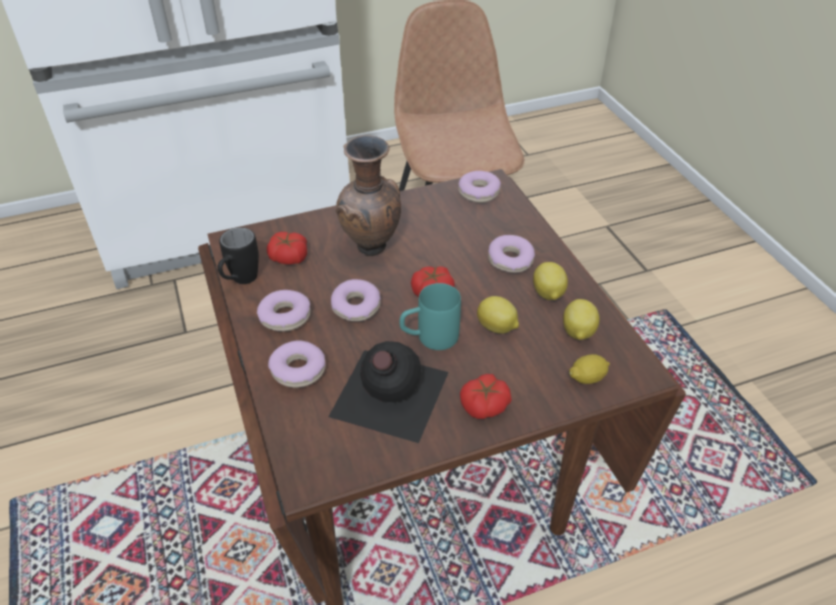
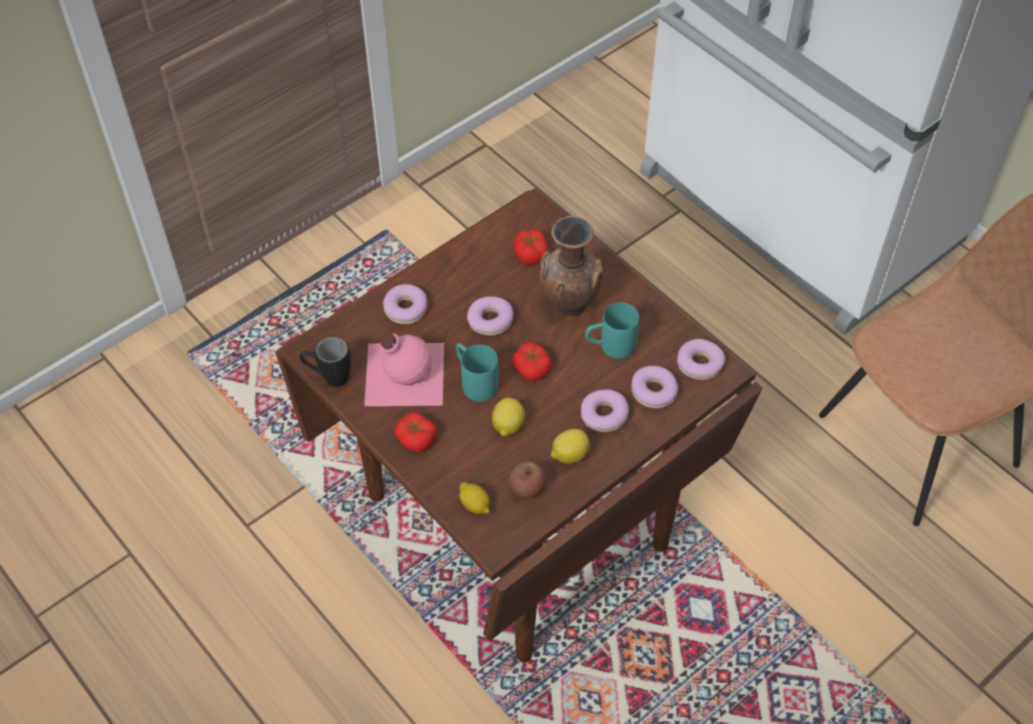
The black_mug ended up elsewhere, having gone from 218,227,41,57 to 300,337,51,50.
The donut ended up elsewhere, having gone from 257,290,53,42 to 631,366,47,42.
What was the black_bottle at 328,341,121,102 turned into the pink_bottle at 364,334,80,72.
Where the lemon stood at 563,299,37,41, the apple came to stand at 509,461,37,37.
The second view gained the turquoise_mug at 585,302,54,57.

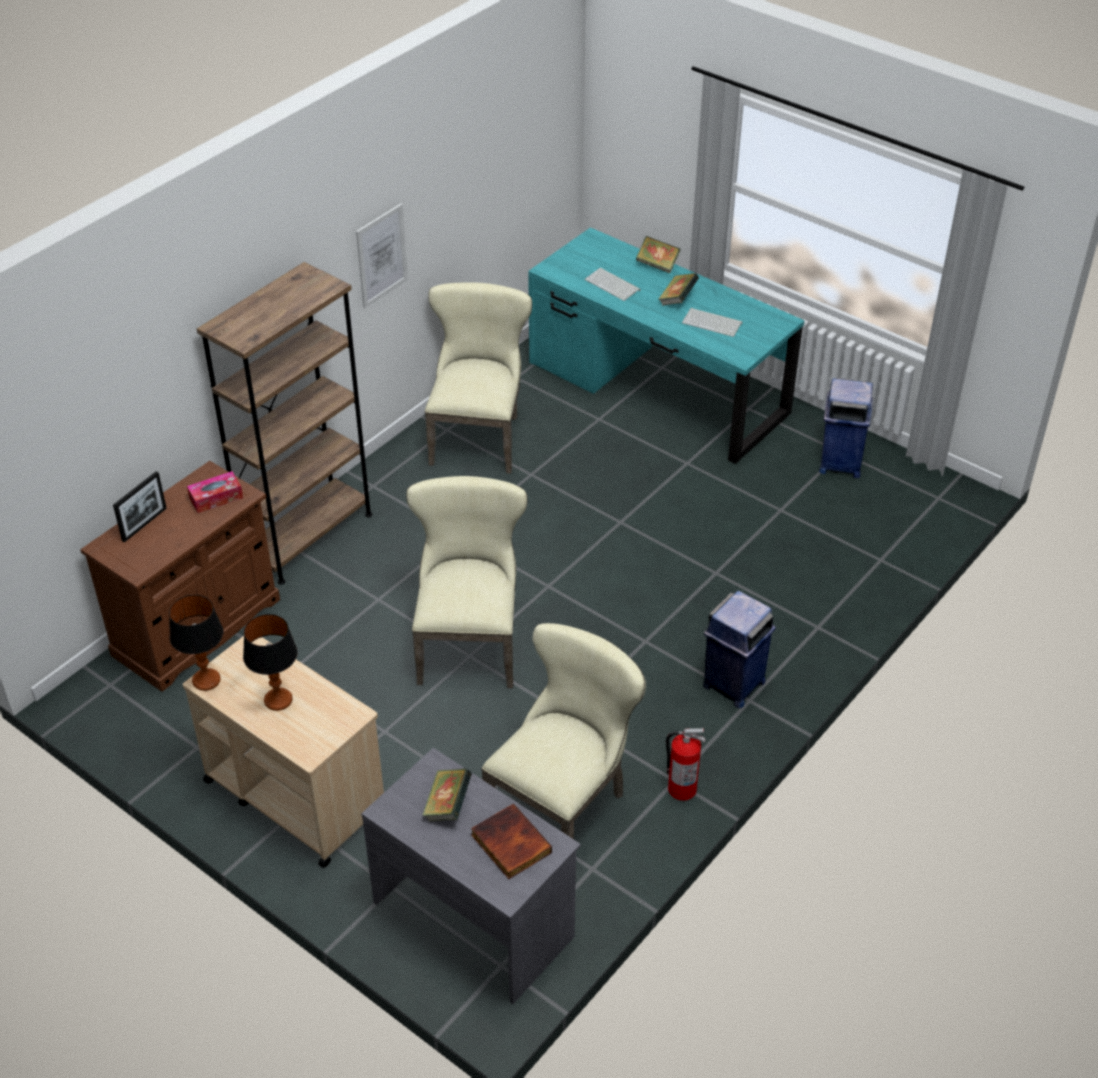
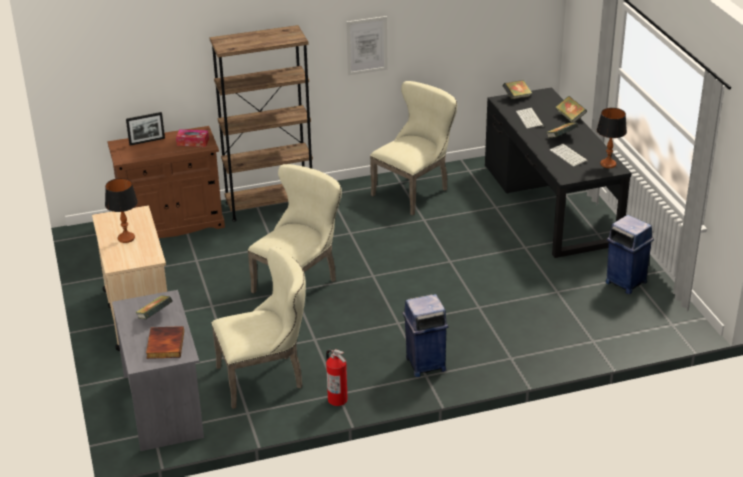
The table_lamp ended up elsewhere, having gone from 169,595,54,96 to 597,108,30,60.
What was the turquoise_desk at 528,227,277,237 turned into the black_desk at 485,87,146,171.
The second view gained the book at 503,80,29,19.

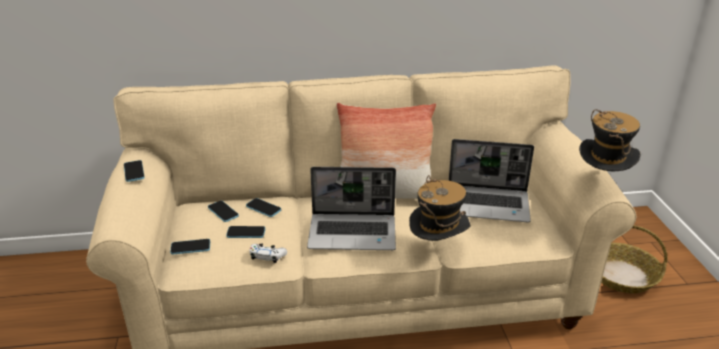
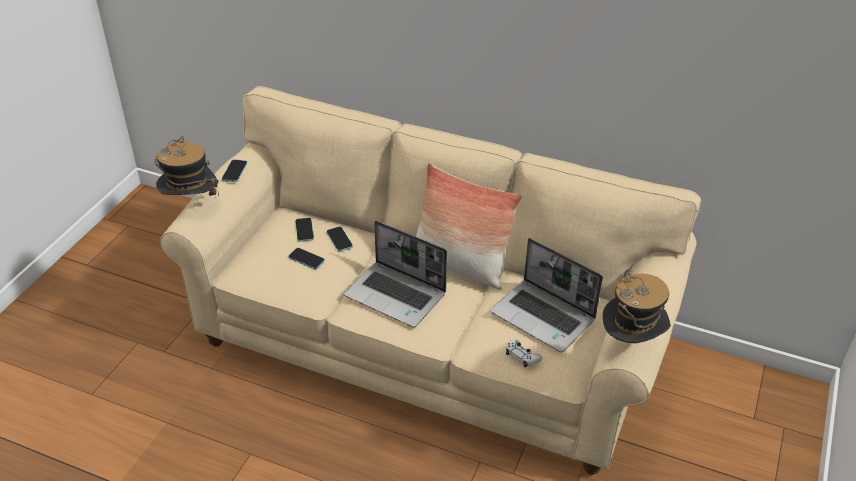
The second view lost the phone at 170,239,40,15.
The white_game_controller ended up elsewhere, having gone from 249,243,38,20 to 506,339,36,28.
The hat ended up elsewhere, having gone from 409,175,62,66 to 154,135,65,61.
The second view lost the basket at 601,225,66,68.

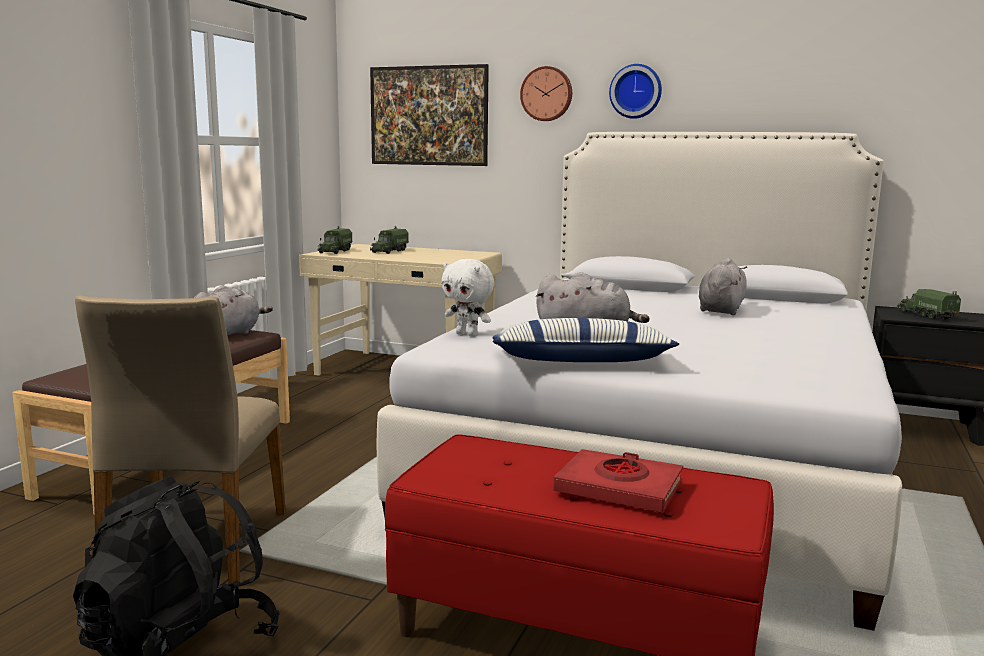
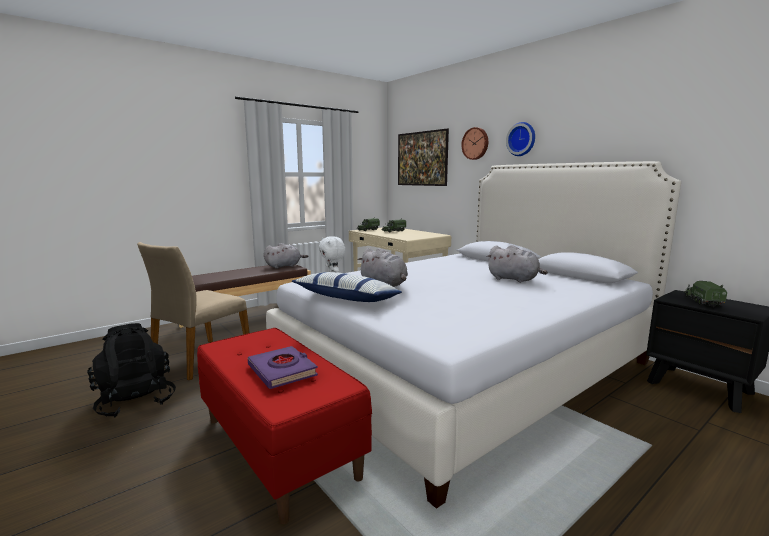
What was the red_book at 553,449,130,64 turned into the purple_book at 248,346,70,43.
The grey_plush_toy at 699,258,48,57 ended up facing another way, 75 degrees clockwise from before.

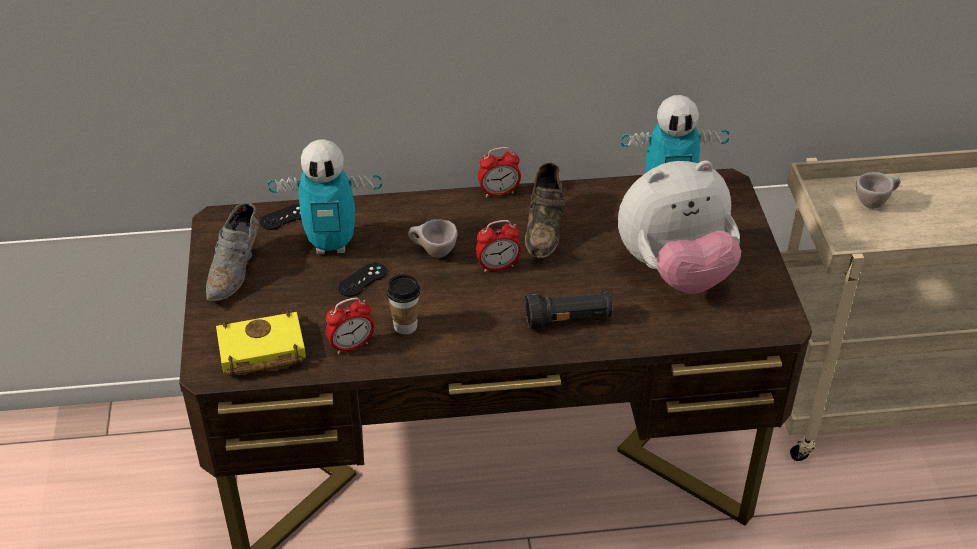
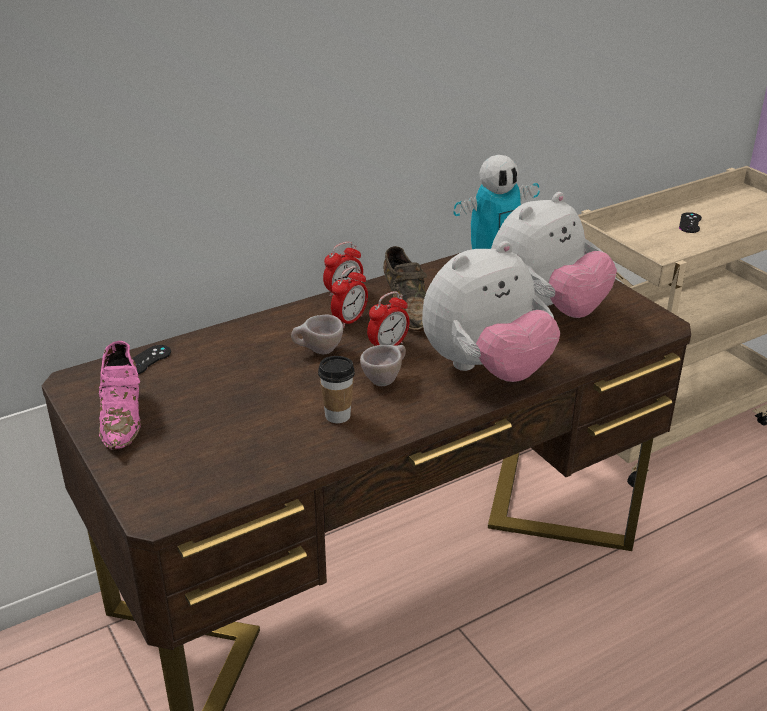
What was the grey_shoe at 206,202,54,100 turned into the pink_shoe at 99,341,42,109.
The second view lost the yellow_book at 216,309,90,67.
The second view lost the toy_robot at 268,139,114,115.
The alarm_clock ended up elsewhere, having gone from 326,297,48,57 to 331,266,37,62.
The black_game_controller ended up elsewhere, having gone from 338,263,49,34 to 679,212,23,21.
Where the black_flashlight stood at 525,289,88,40, the plush_toy came to stand at 422,241,138,141.
The beige_cup ended up elsewhere, having gone from 856,172,44,37 to 360,345,46,41.

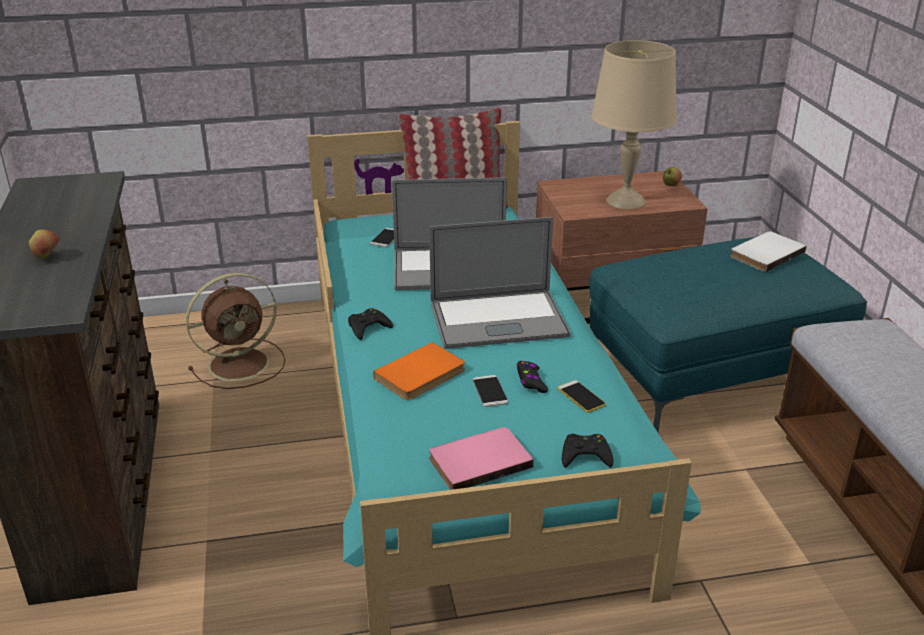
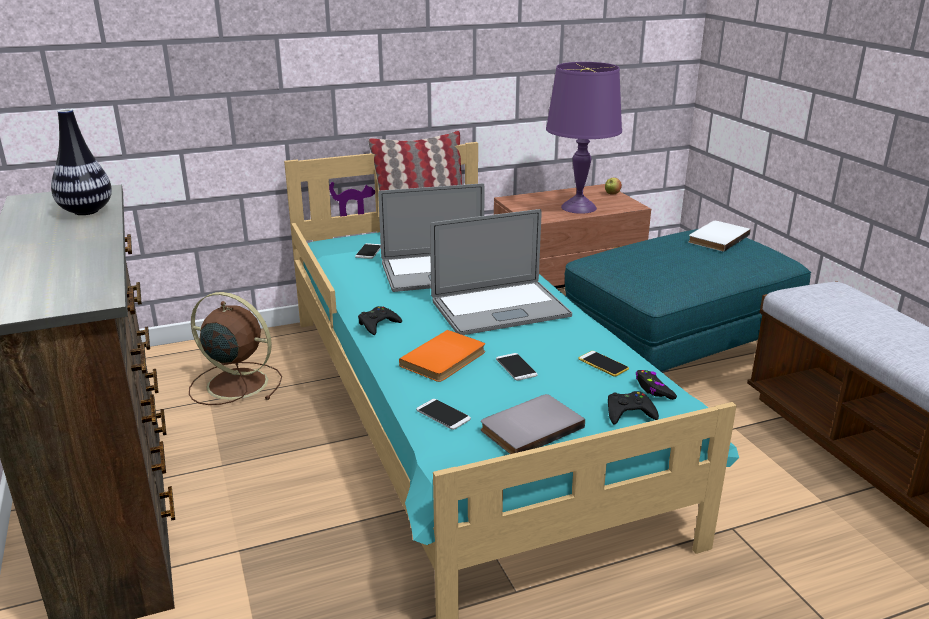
The second view lost the apple at 29,229,30,30.
The brown_fan at 186,273,99,116 ended up facing another way, 120 degrees counterclockwise from before.
What was the pink_book at 429,427,105,63 turned into the grey_book at 481,394,104,60.
The black_game_controller ended up elsewhere, having gone from 517,361,31,32 to 636,370,41,30.
What was the beige_table_lamp at 591,40,86,169 turned into the purple_table_lamp at 546,62,76,152.
The second view gained the vase at 51,109,61,106.
The second view gained the phone at 416,399,55,31.

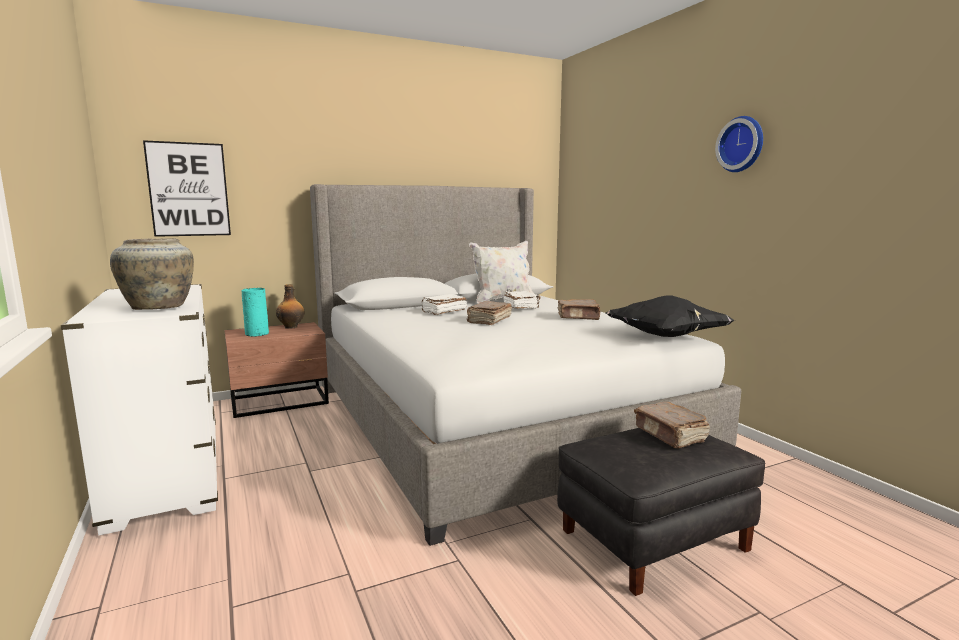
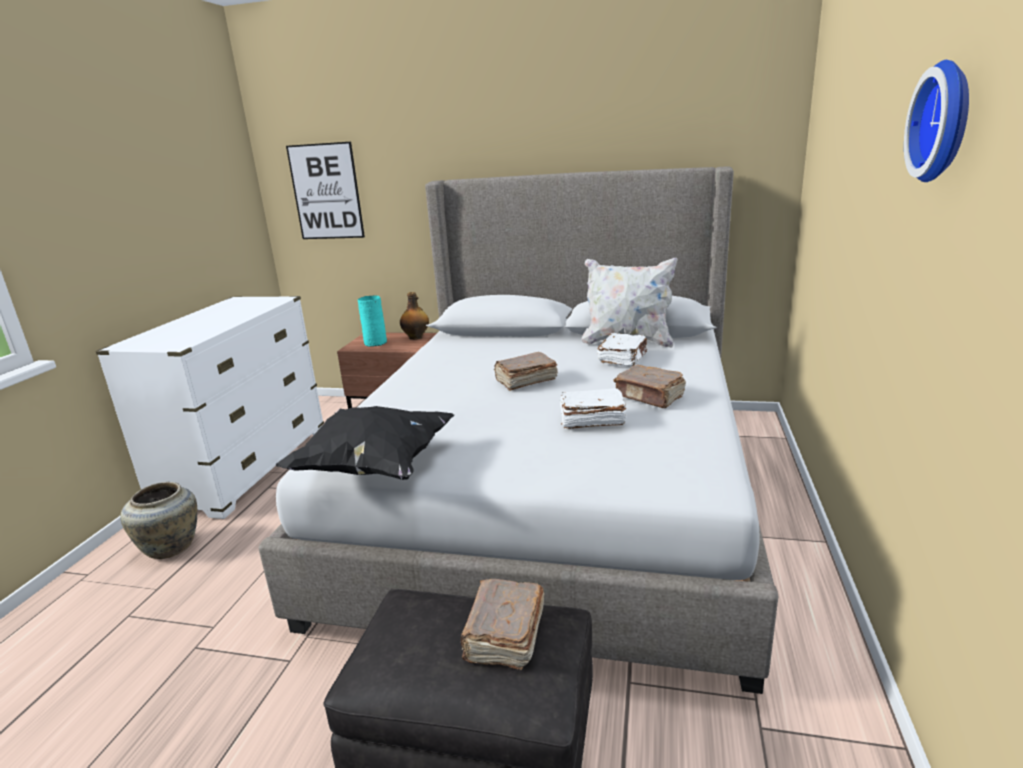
The beige_vase ended up elsewhere, having gone from 110,238,84,72 to 120,482,77,77.
The white_book ended up elsewhere, having gone from 421,294,46,21 to 560,388,67,41.
The black_pillow ended up elsewhere, having gone from 606,295,129,42 to 276,406,178,74.

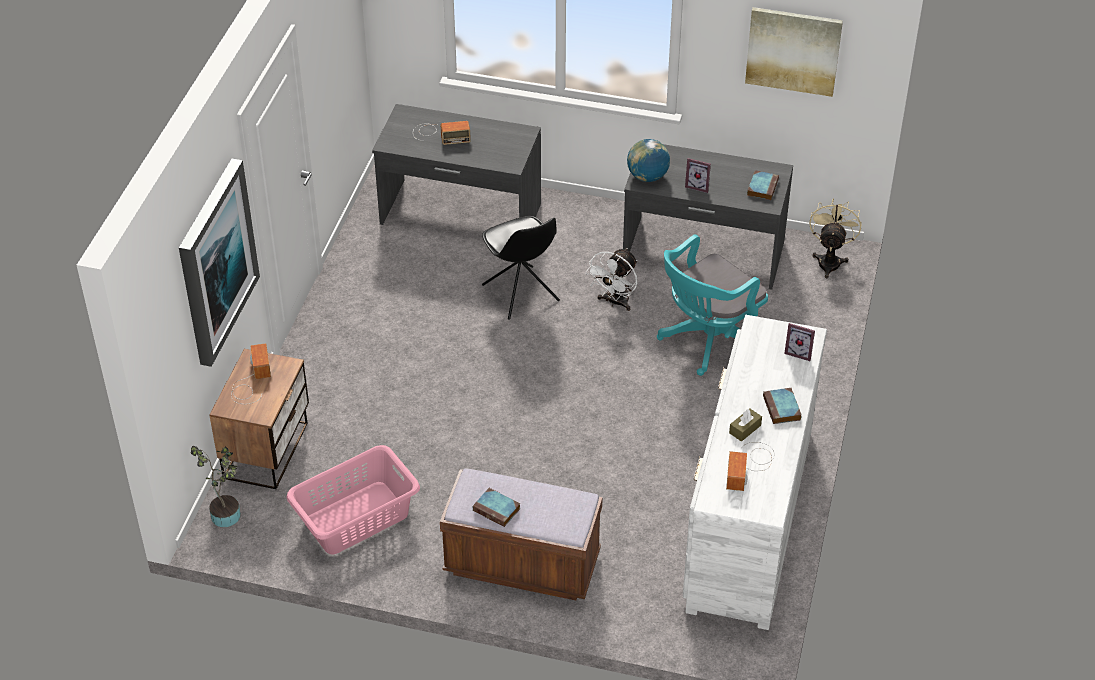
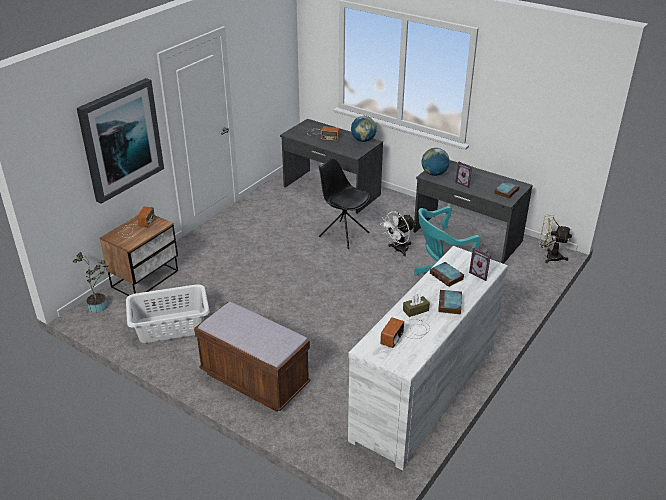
What was the pink_laundry_basket at 286,445,134,110 turned into the white_laundry_basket at 126,284,83,59.
The book ended up elsewhere, having gone from 473,488,47,39 to 430,262,34,25.
The black_chair at 482,216,78,103 ended up facing another way, 135 degrees clockwise from before.
The second view lost the picture at 745,7,98,90.
The beige_fan at 809,198,53,81 ended up facing another way, 105 degrees counterclockwise from before.
The second view gained the globe at 351,116,26,26.

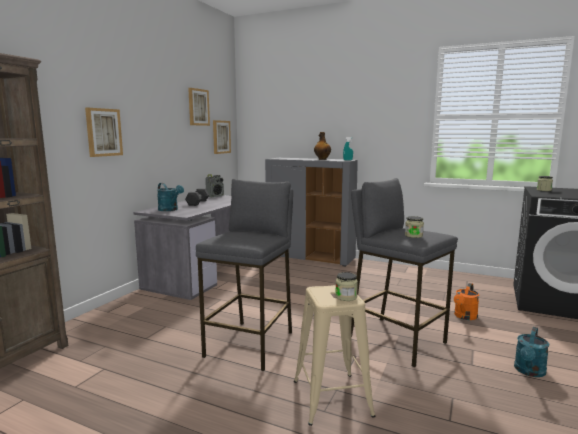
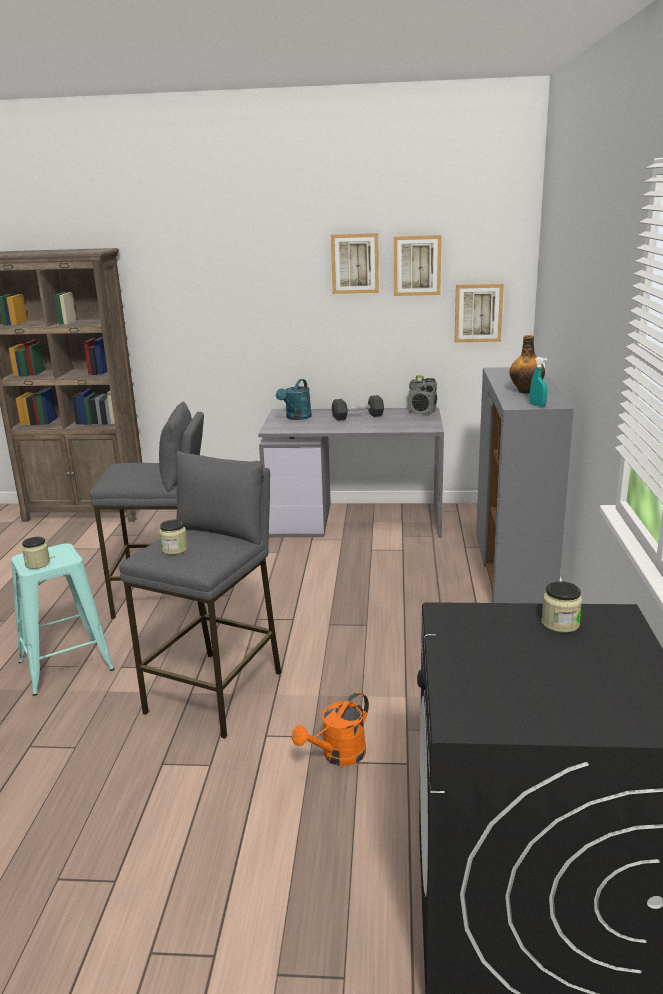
The picture ended up elsewhere, having gone from 85,108,38,49 to 331,233,48,61.
What was the beige_stool at 294,285,81,141 turned into the turquoise_stool at 11,543,103,153.
The orange_watering_can at 454,283,25,37 ended up facing another way, 60 degrees counterclockwise from before.
The second view lost the turquoise_watering_can at 514,327,35,50.

